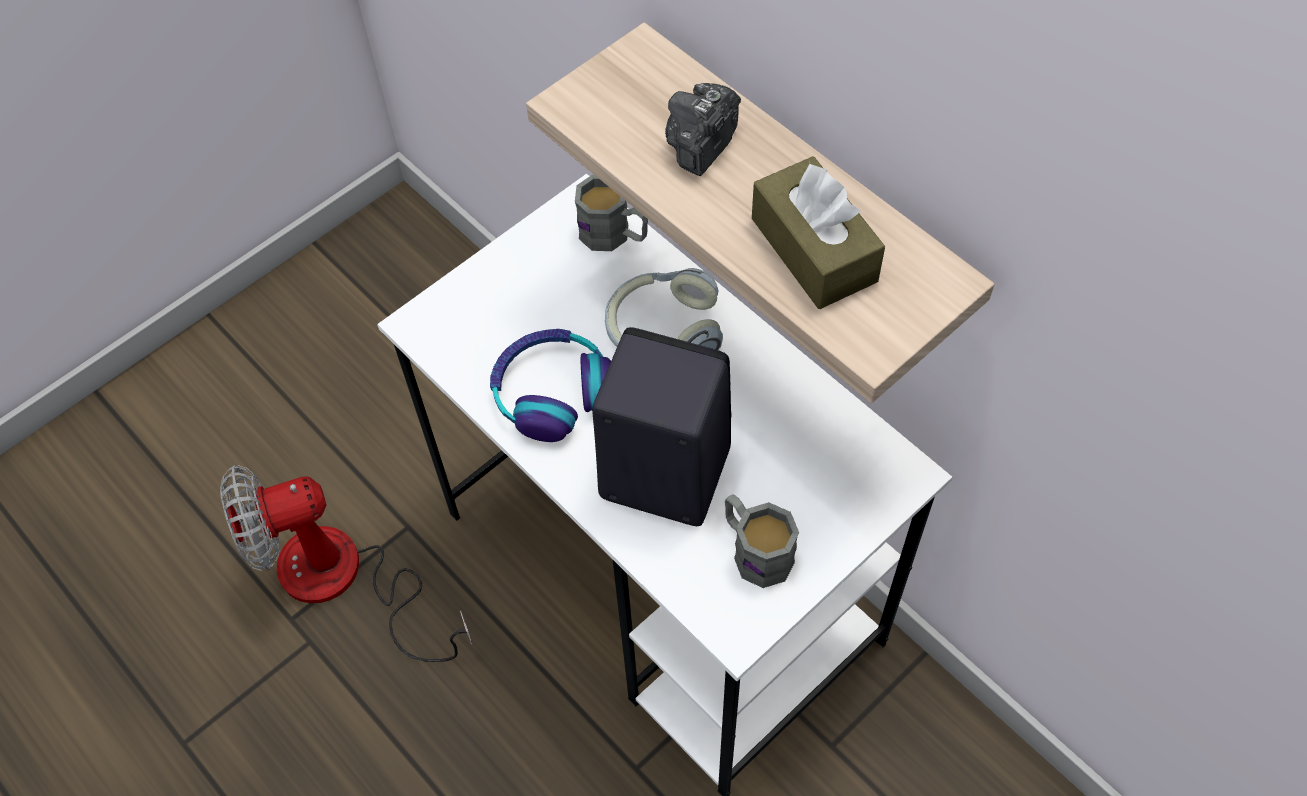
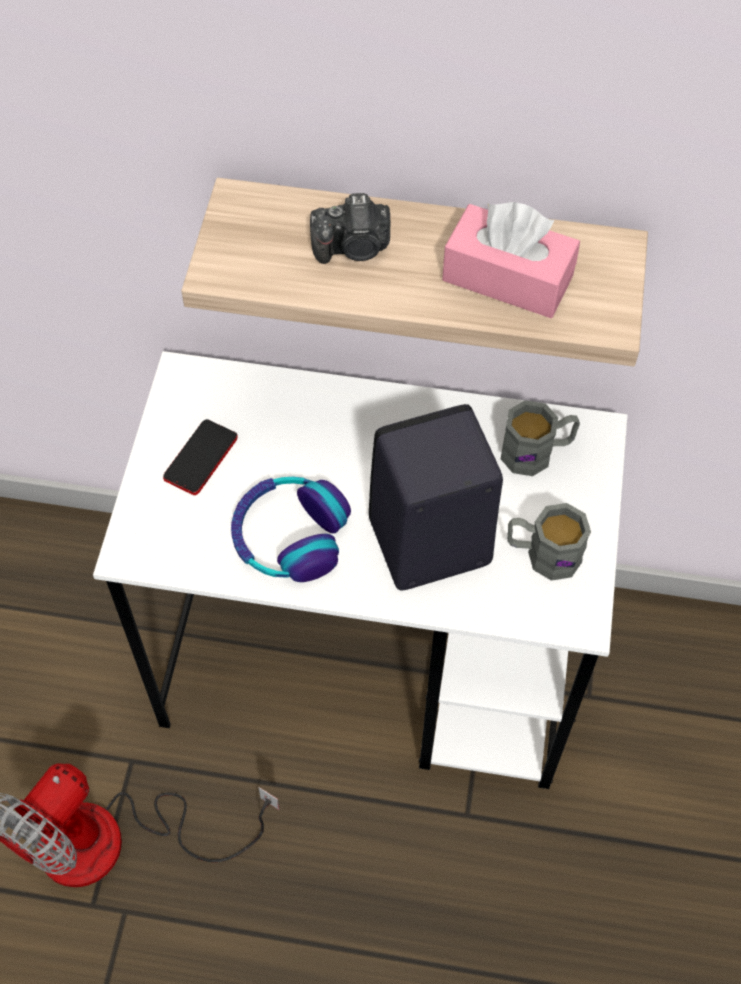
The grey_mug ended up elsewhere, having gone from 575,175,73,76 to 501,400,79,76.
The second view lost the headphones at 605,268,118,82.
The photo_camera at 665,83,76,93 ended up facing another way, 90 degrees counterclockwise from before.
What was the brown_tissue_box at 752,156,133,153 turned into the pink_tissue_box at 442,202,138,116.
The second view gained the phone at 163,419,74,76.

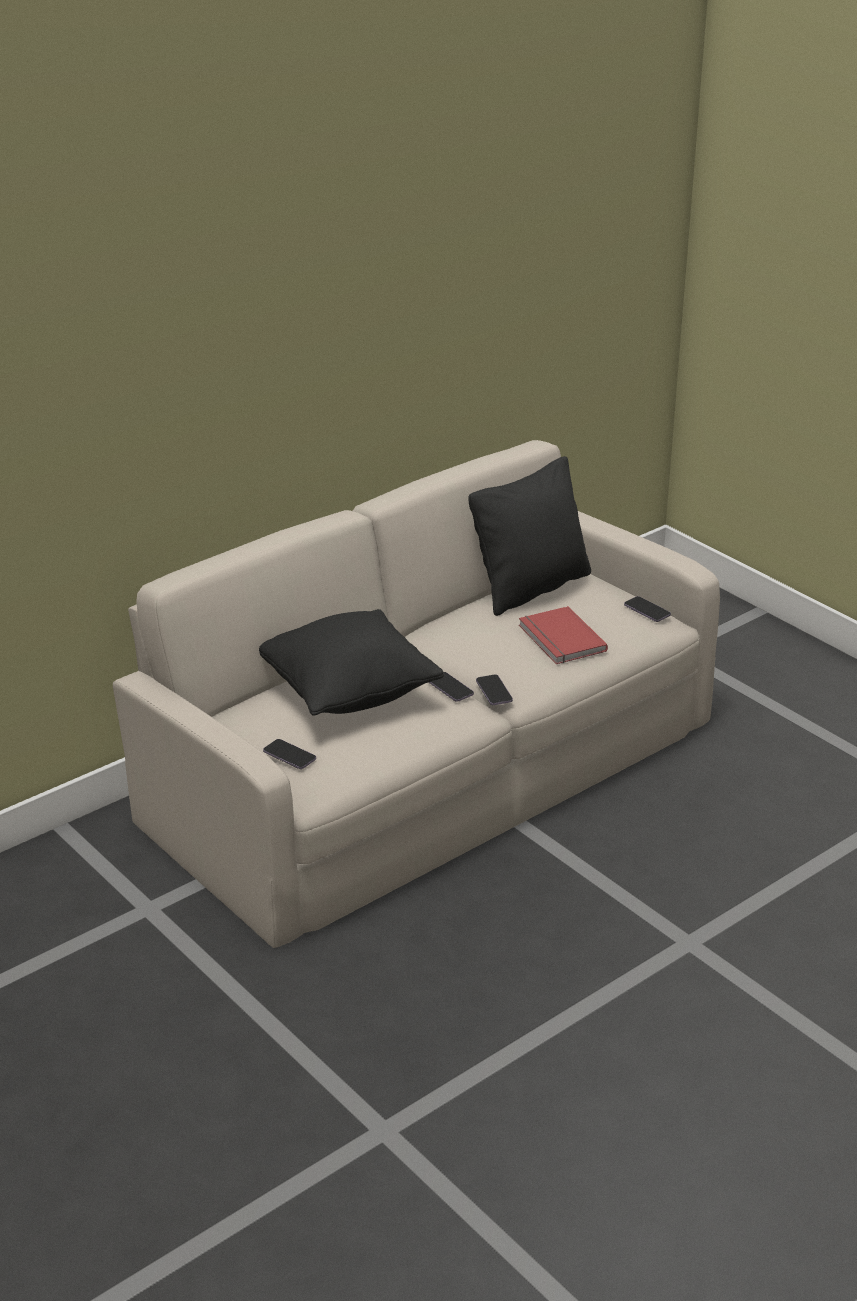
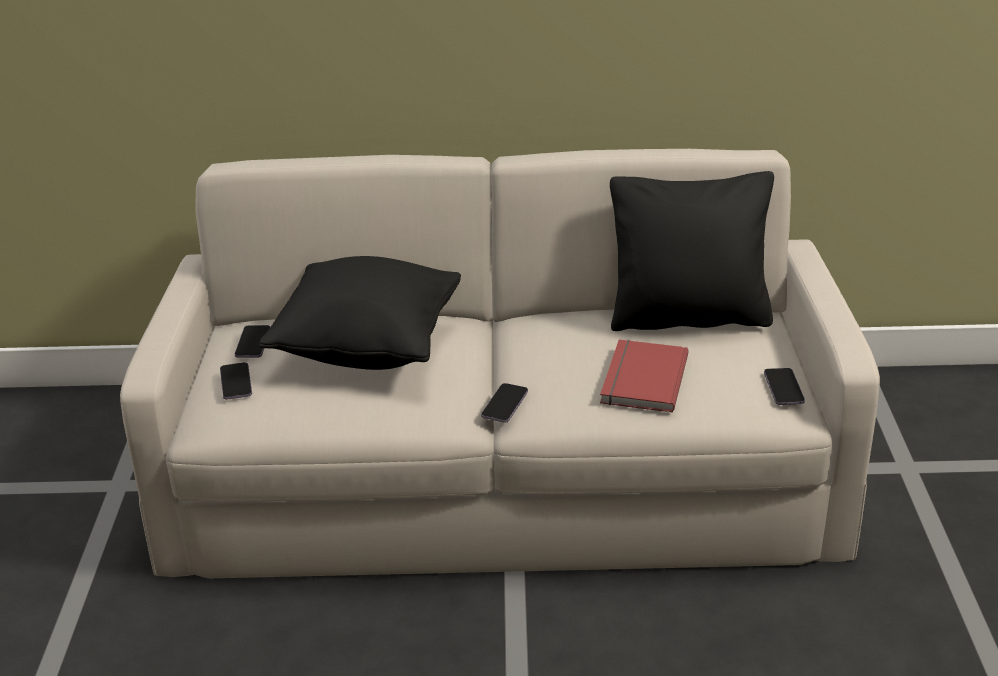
The phone ended up elsewhere, having gone from 429,672,45,30 to 235,325,35,33.

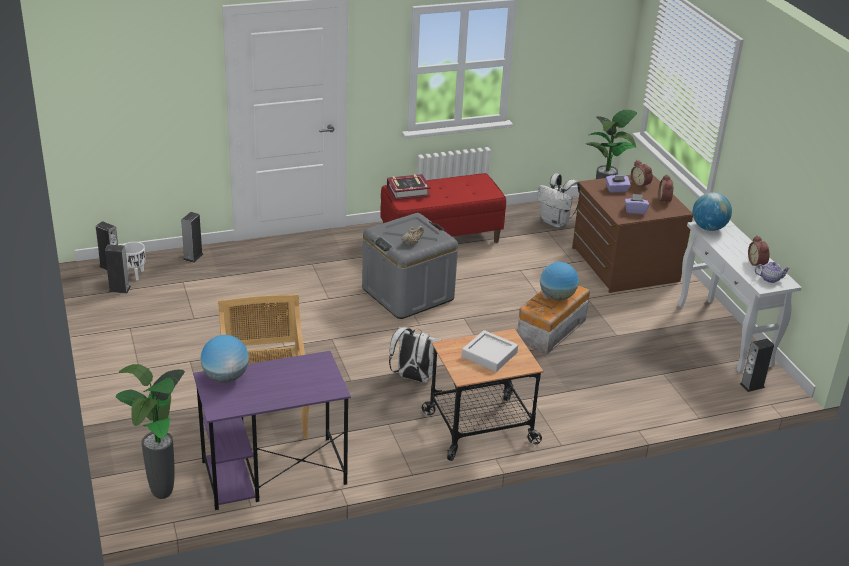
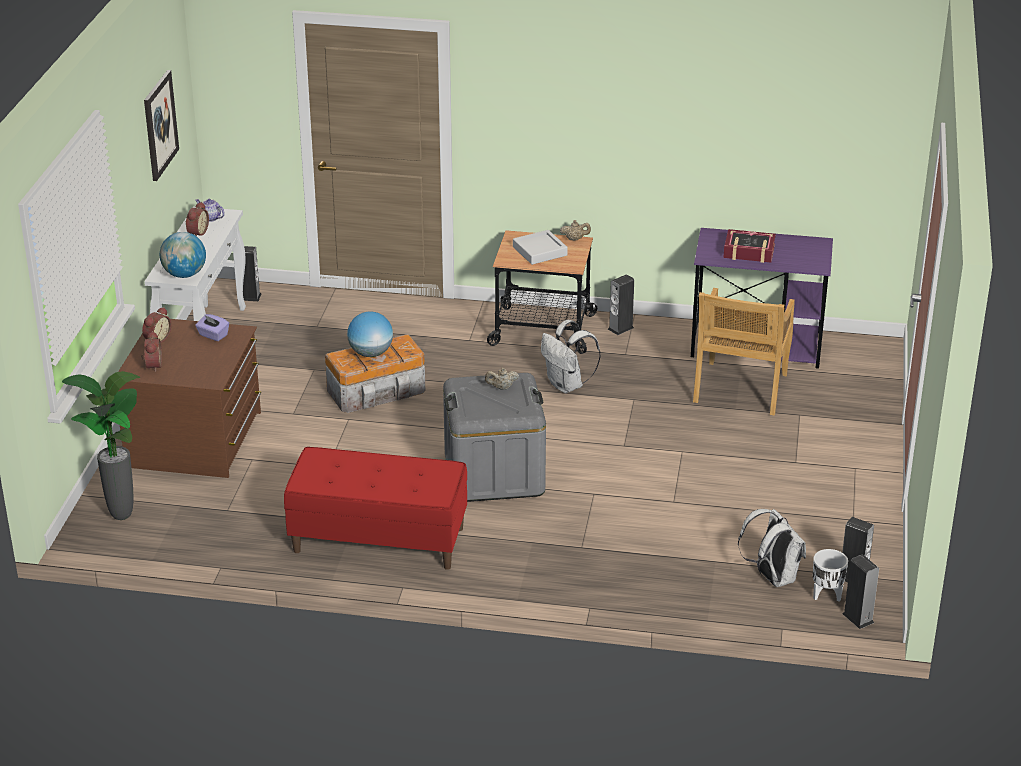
The second view lost the potted_plant at 116,364,69,135.
The speaker ended up elsewhere, having gone from 181,212,22,51 to 608,274,26,61.
The second view lost the globe at 201,335,48,48.
The book ended up elsewhere, having gone from 387,174,44,26 to 723,229,53,34.
The white_backpack ended up elsewhere, having gone from 537,173,43,55 to 738,509,68,78.
The second view lost the purple_tissue_box at 606,175,25,18.
The second view gained the picture at 144,70,35,111.
The second view gained the beige_teapot at 560,220,31,21.

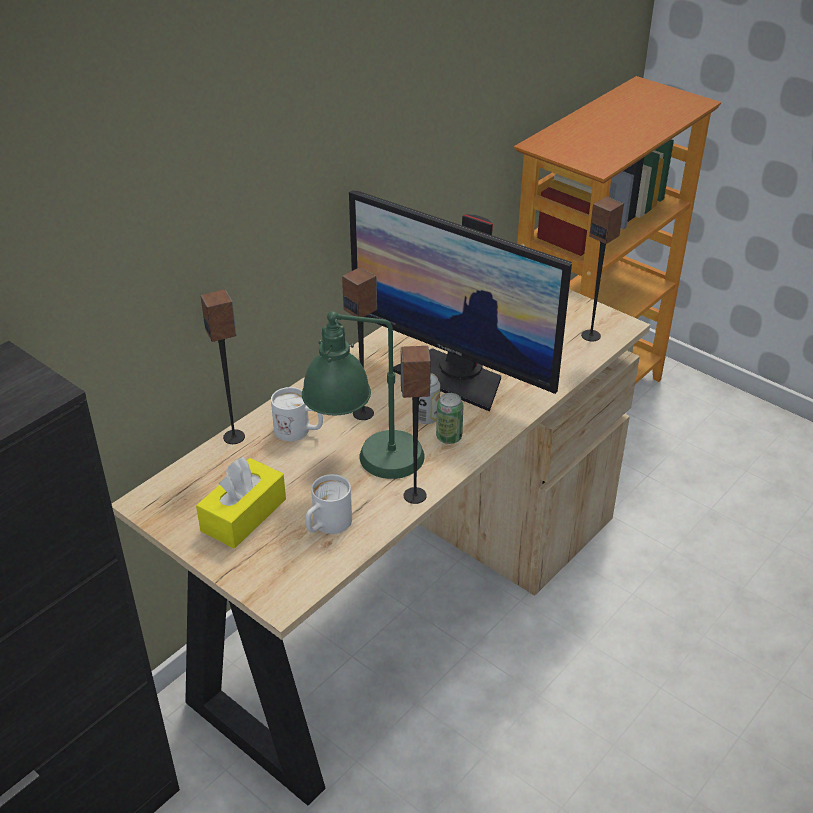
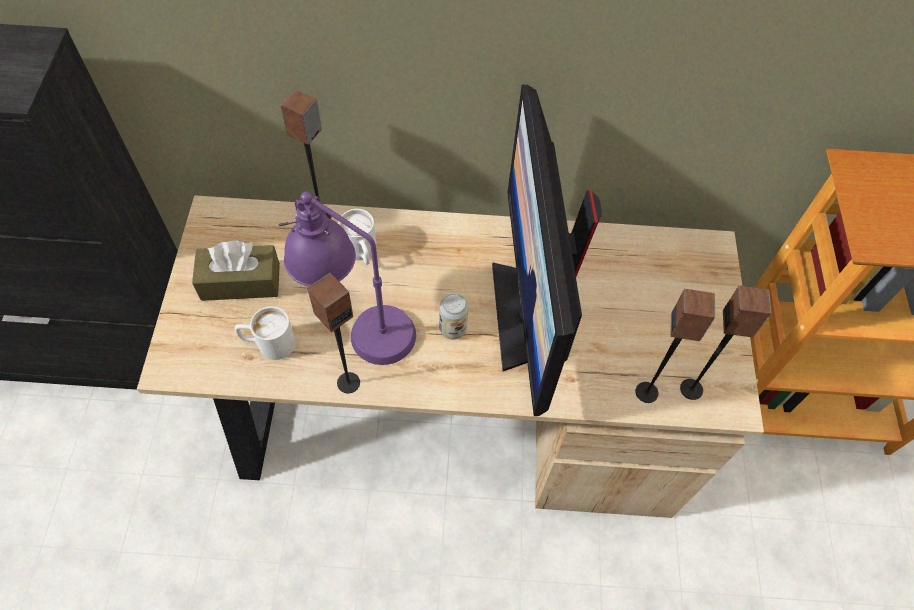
What was the yellow_tissue_box at 196,457,90,92 turned into the brown_tissue_box at 192,240,88,61.
What was the green_table_lamp at 302,311,123,168 turned into the purple_table_lamp at 279,191,137,174.
The speaker ended up elsewhere, having gone from 342,267,35,153 to 635,289,80,114.
The second view lost the can at 436,393,28,51.

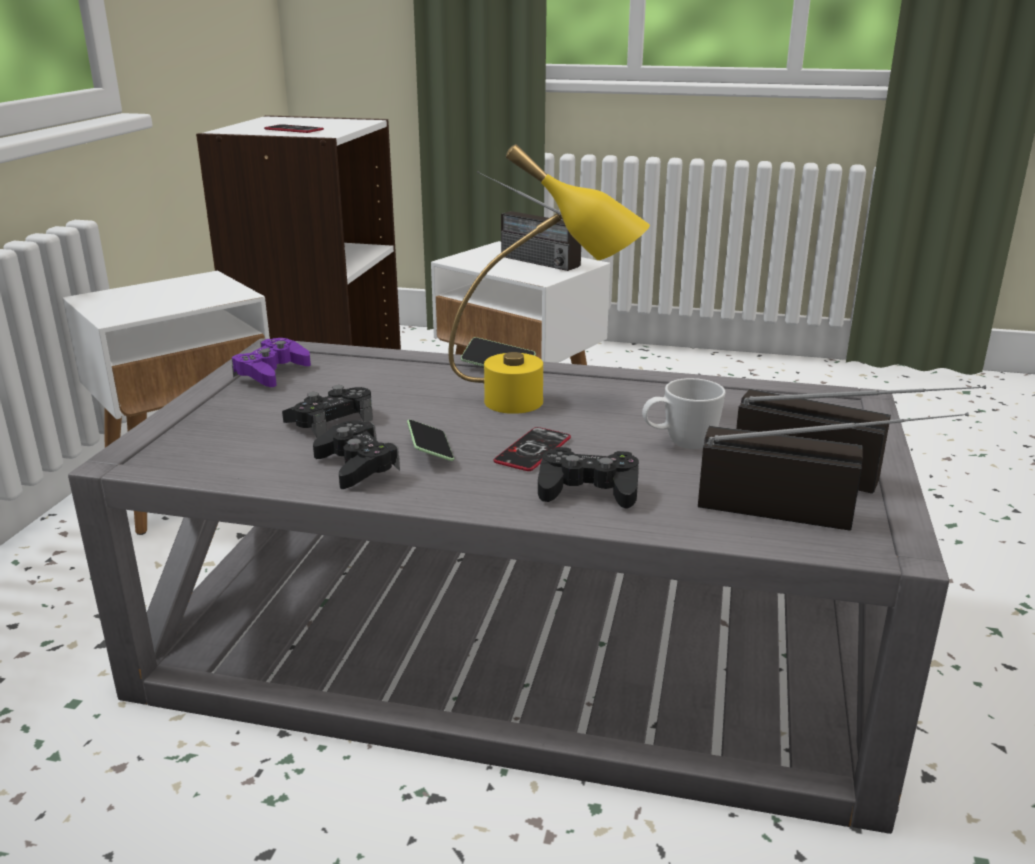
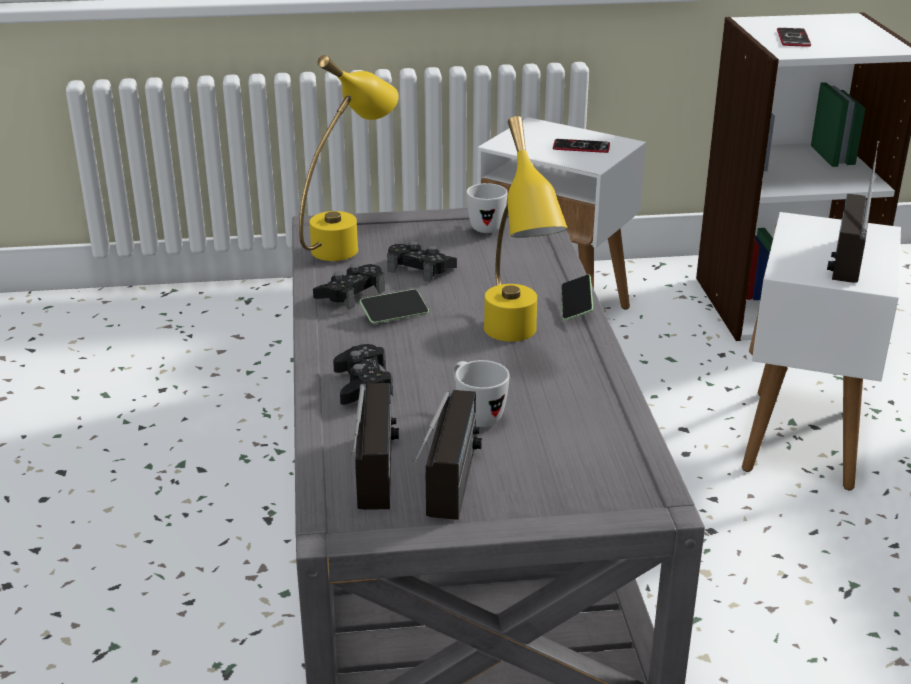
Where the purple_game_controller stood at 231,338,80,49, the white_mug came to stand at 466,183,42,50.
The phone ended up elsewhere, having gone from 493,427,78,44 to 553,139,57,14.
The second view gained the yellow_table_lamp at 299,55,100,206.

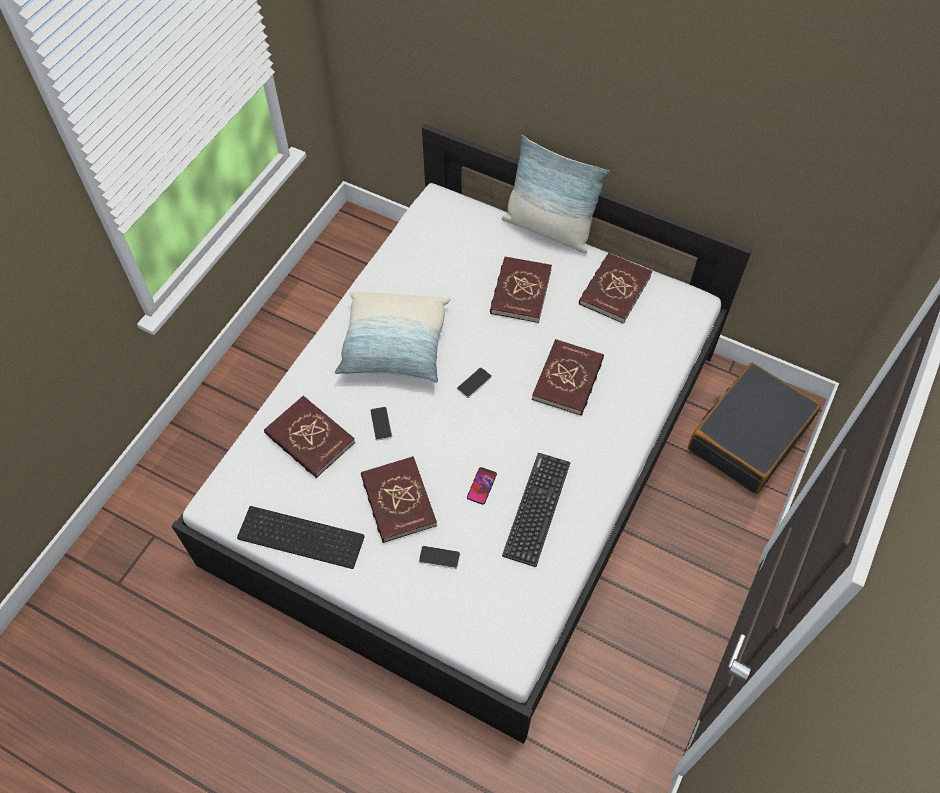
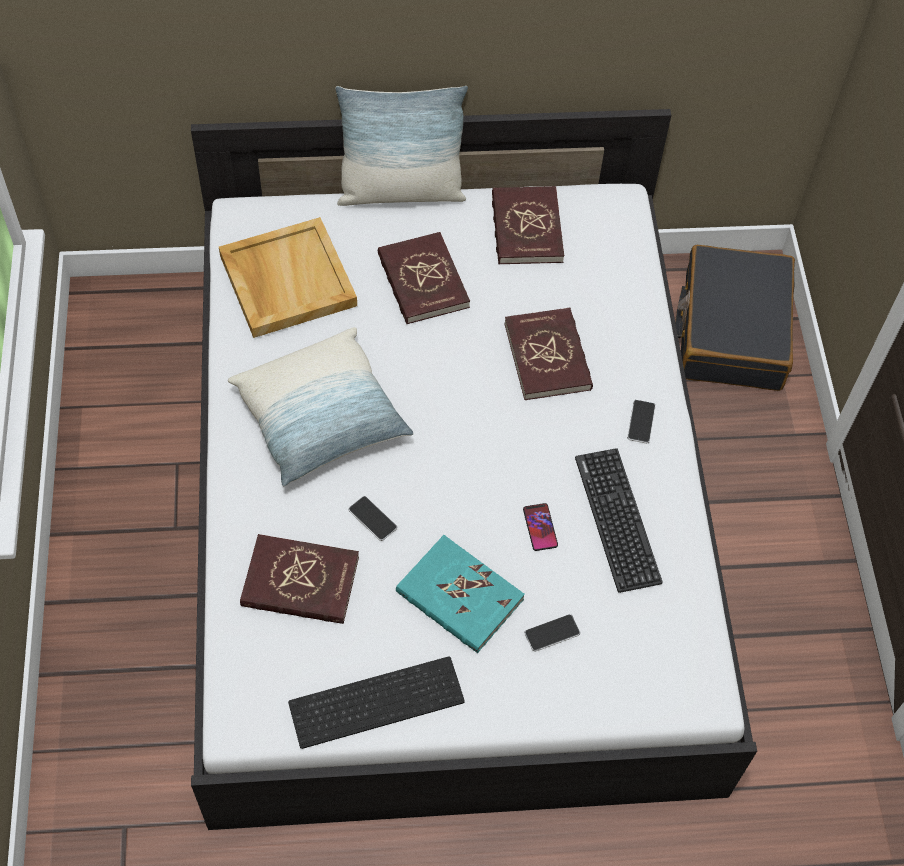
What was the red_book at 361,456,76,87 turned into the turquoise_book at 396,535,129,118.
The phone ended up elsewhere, having gone from 457,368,35,30 to 627,400,29,44.
The second view gained the beige_tray at 219,217,138,121.

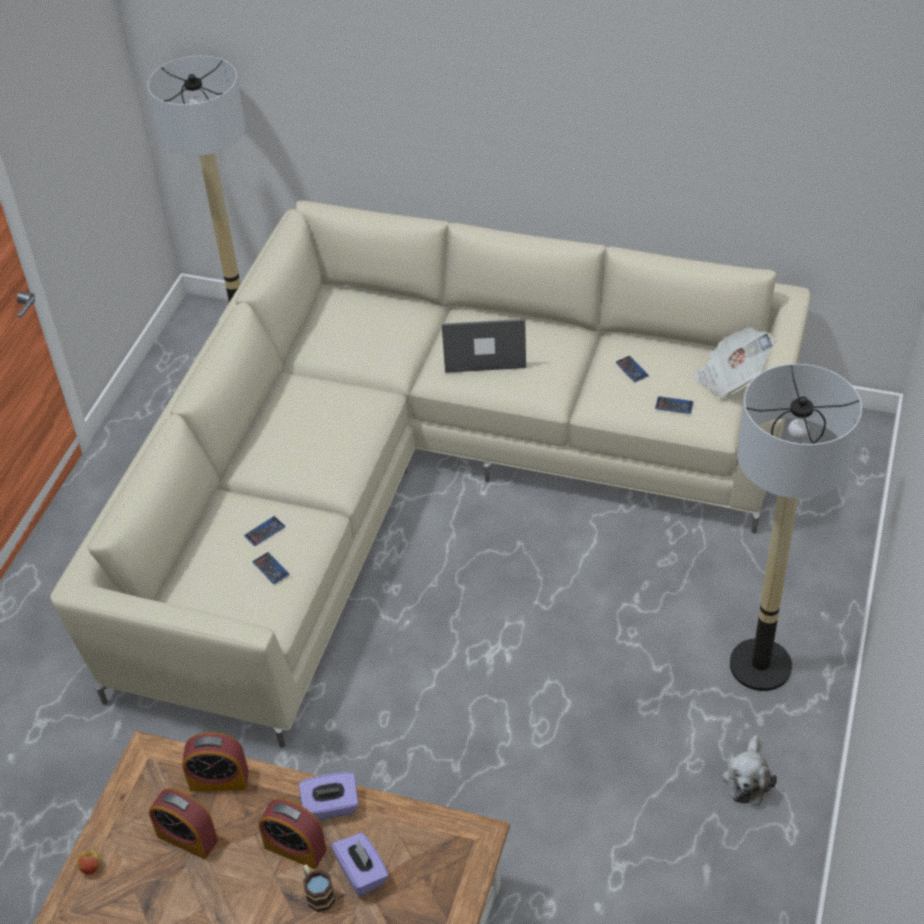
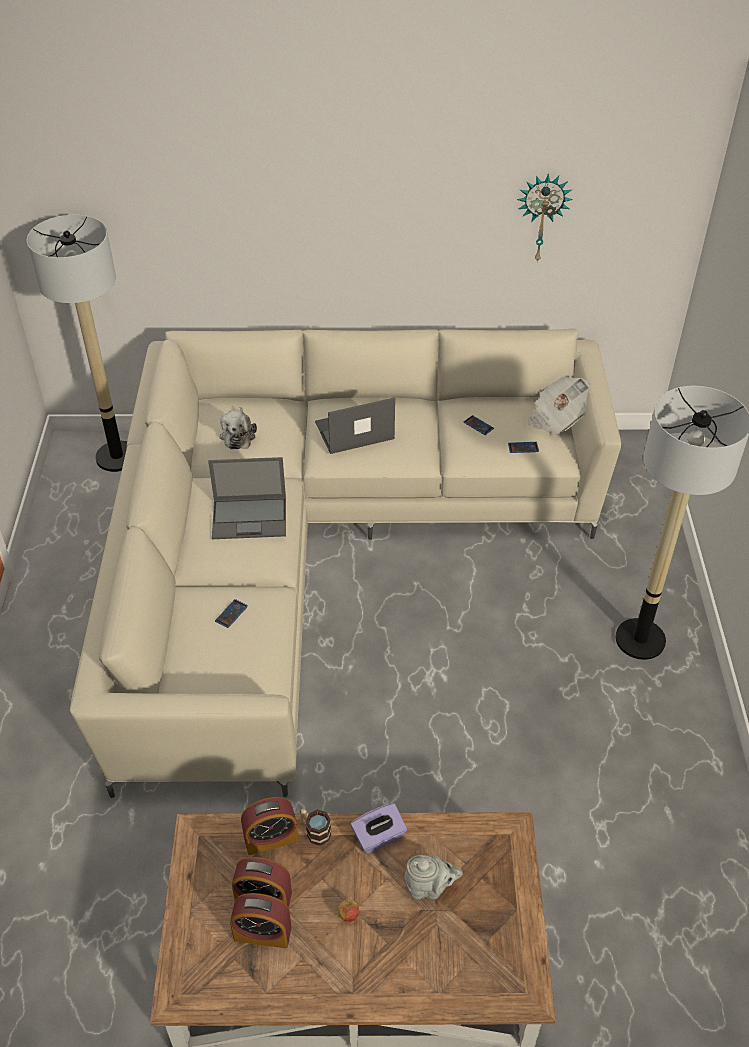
The apple ended up elsewhere, having gone from 77,847,24,28 to 338,897,21,25.
The second view lost the phone at 253,552,37,32.
The alarm_clock ended up elsewhere, having gone from 258,798,69,71 to 230,893,61,55.
The mug ended up elsewhere, having gone from 303,864,32,48 to 300,809,31,37.
Where the purple_tissue_box stood at 331,832,58,65, the grey_teapot came to stand at 404,855,59,44.
The plush_toy ended up elsewhere, having gone from 722,735,55,71 to 219,407,38,42.
The second view gained the laptop at 208,457,78,82.
The second view gained the wall_clock at 517,173,56,89.

